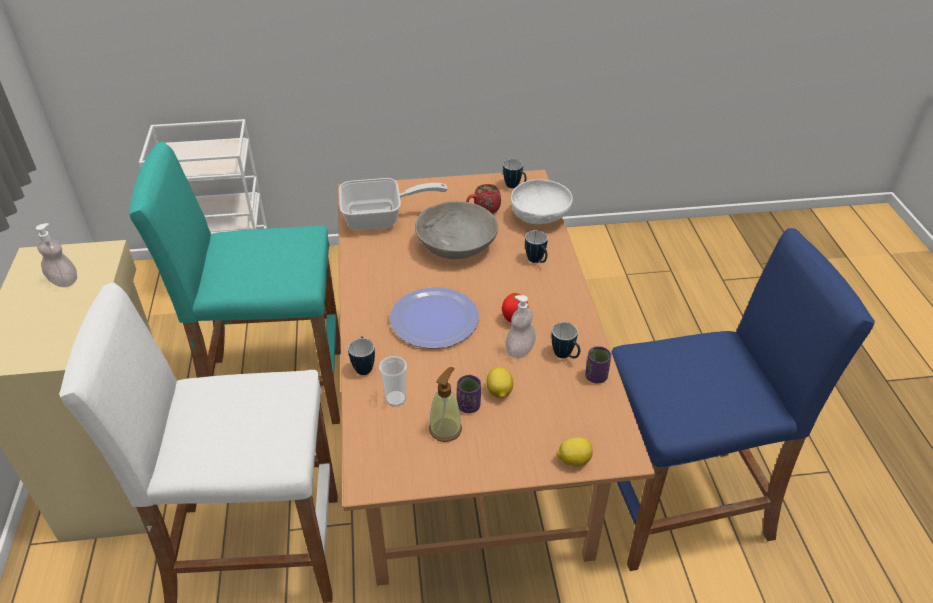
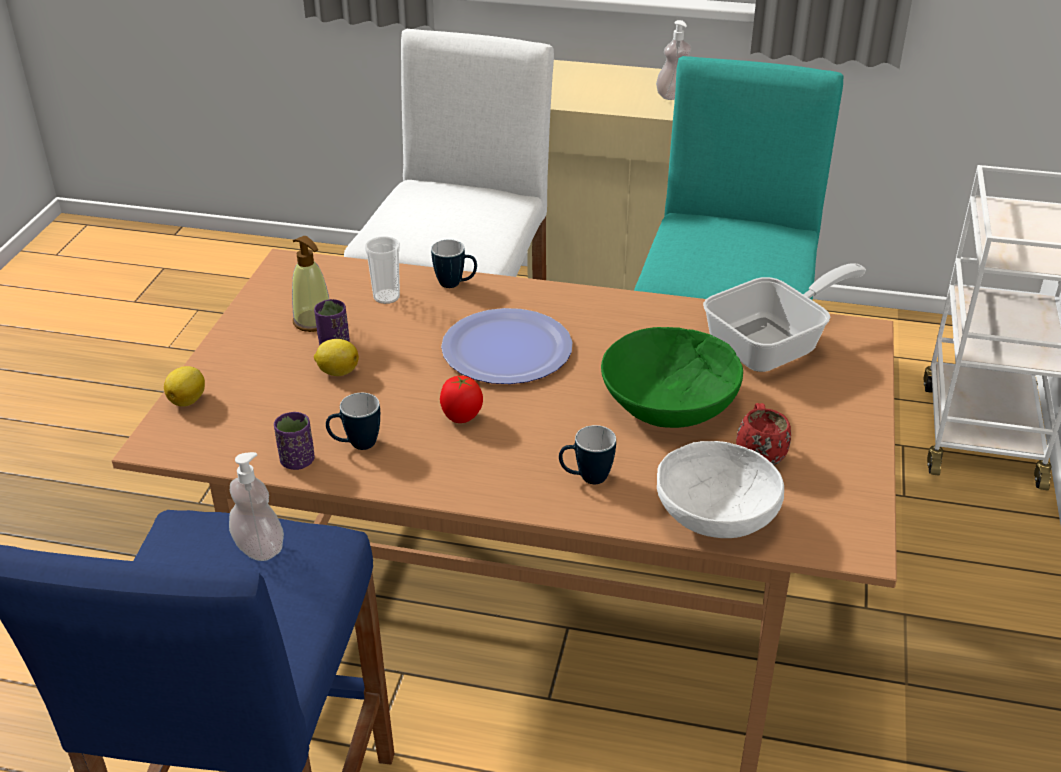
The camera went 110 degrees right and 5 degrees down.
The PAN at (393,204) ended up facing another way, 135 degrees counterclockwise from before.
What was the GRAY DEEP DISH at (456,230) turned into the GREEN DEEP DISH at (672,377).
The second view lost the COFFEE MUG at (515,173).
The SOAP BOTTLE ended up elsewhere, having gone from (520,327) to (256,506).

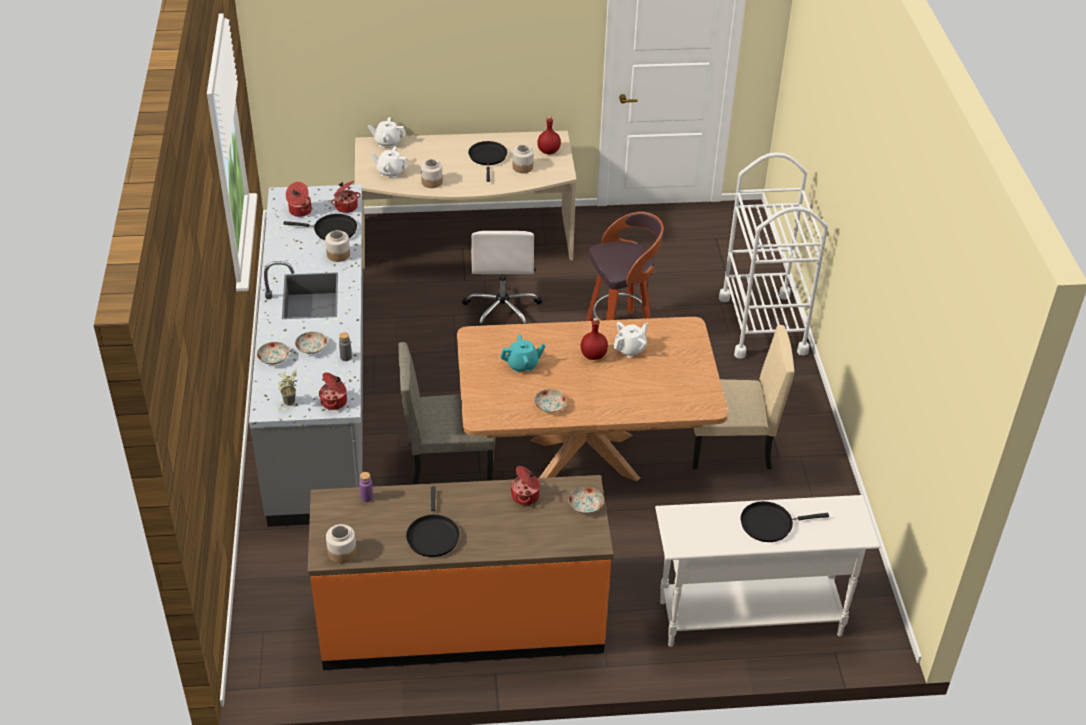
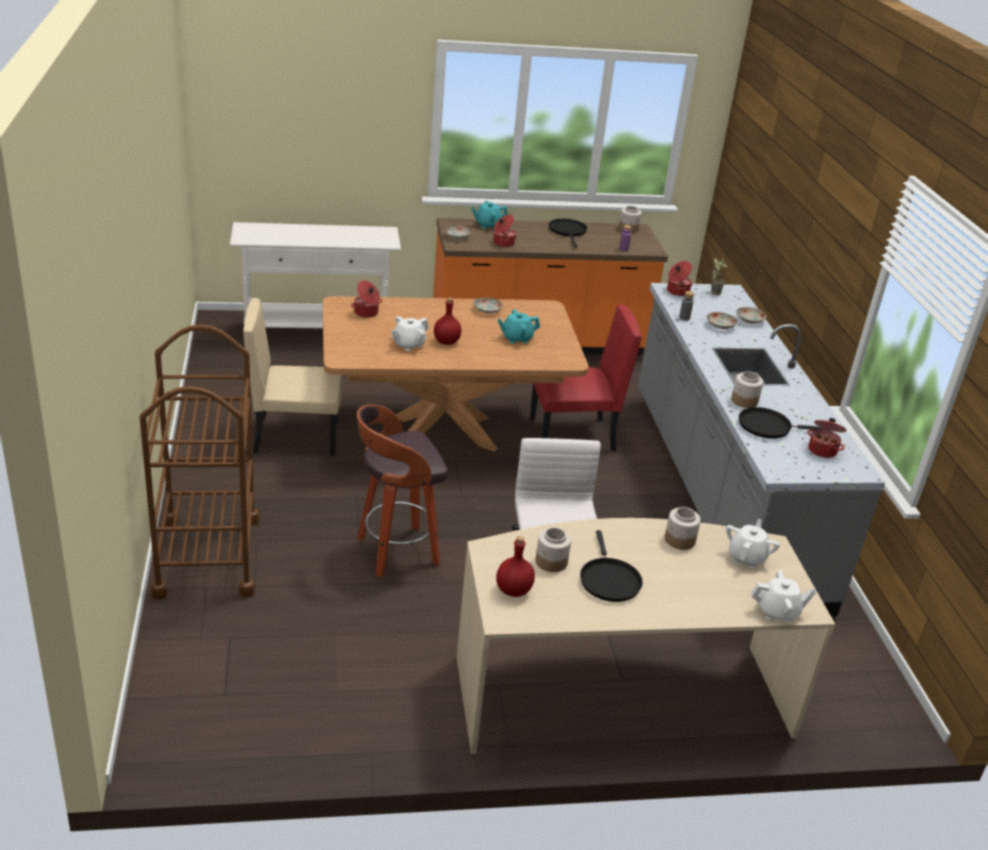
The camera went 175 degrees right and 10 degrees down.
The SAUCEPOT ended up elsewhere, having gone from (346,197) to (366,299).
The WHITE TEA POT at (390,162) ended up facing another way, 75 degrees counterclockwise from before.
What was the BEIGE-COLOURED CHAIR at (446,413) turned into the RED-COLOURED CHAIR at (586,377).
What was the WHITE WHEELED CART at (773,255) turned into the BROWNISH WHEELED CART at (200,462).
The second view lost the BLACK PAN at (785,521).
The second view gained the TURQUOISE TEA POT at (489,215).

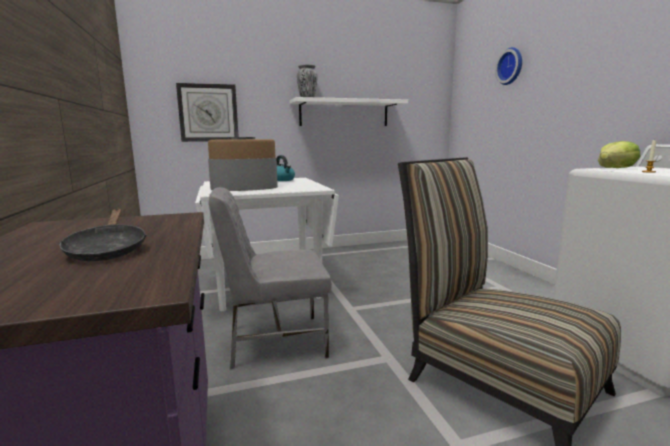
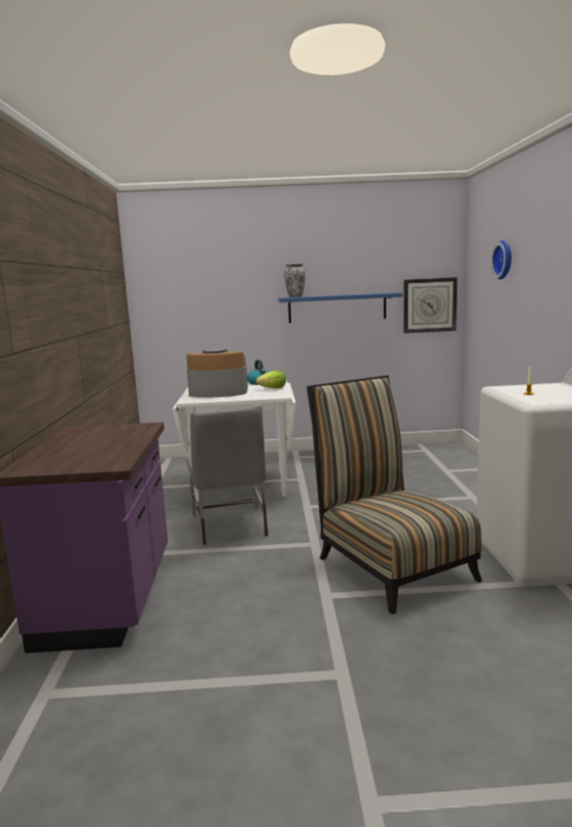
The camera went 15 degrees right and 0 degrees up.
The second view lost the BLACK PAN at (103,235).
The HANGING CLOCK ended up elsewhere, having gone from (207,112) to (430,305).
The GRAY CHAIR at (270,278) ended up facing another way, 105 degrees counterclockwise from before.
What was the WHITE BRACKET SHELF at (349,111) turned into the BLUISH BRACKET SHELF at (340,307).
The LETTUCE HEAD ended up elsewhere, having gone from (619,154) to (271,379).

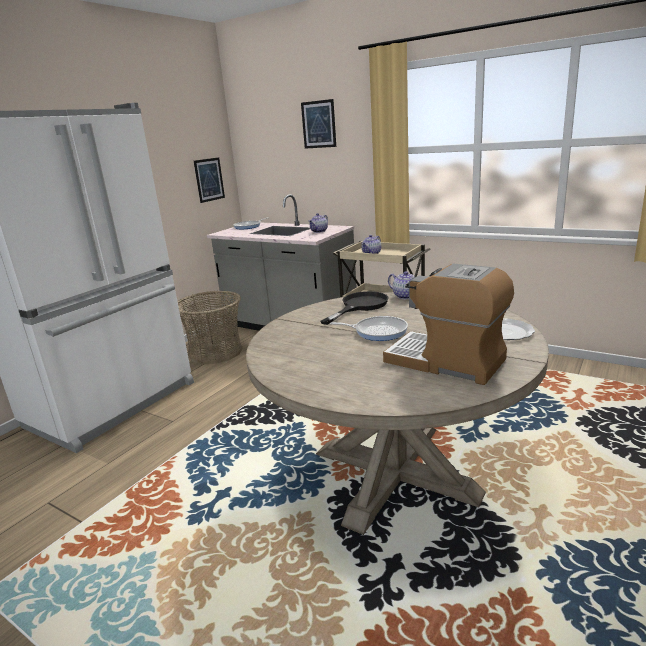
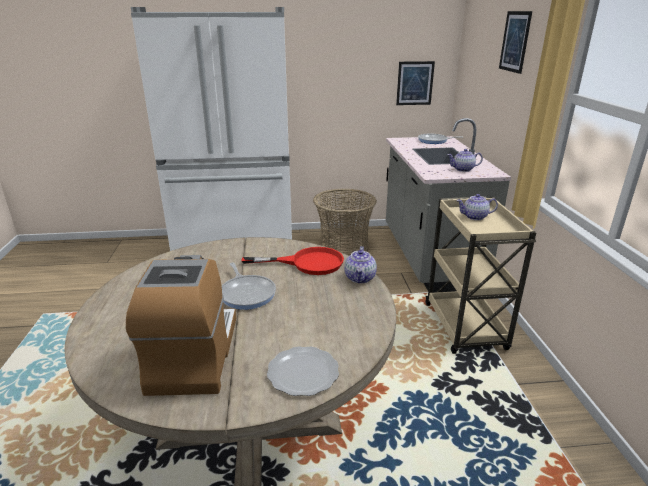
The camera went 50 degrees right and 5 degrees up.
What was the BLACK PAN at (354,308) turned into the RED-COLOURED PAN at (293,261).

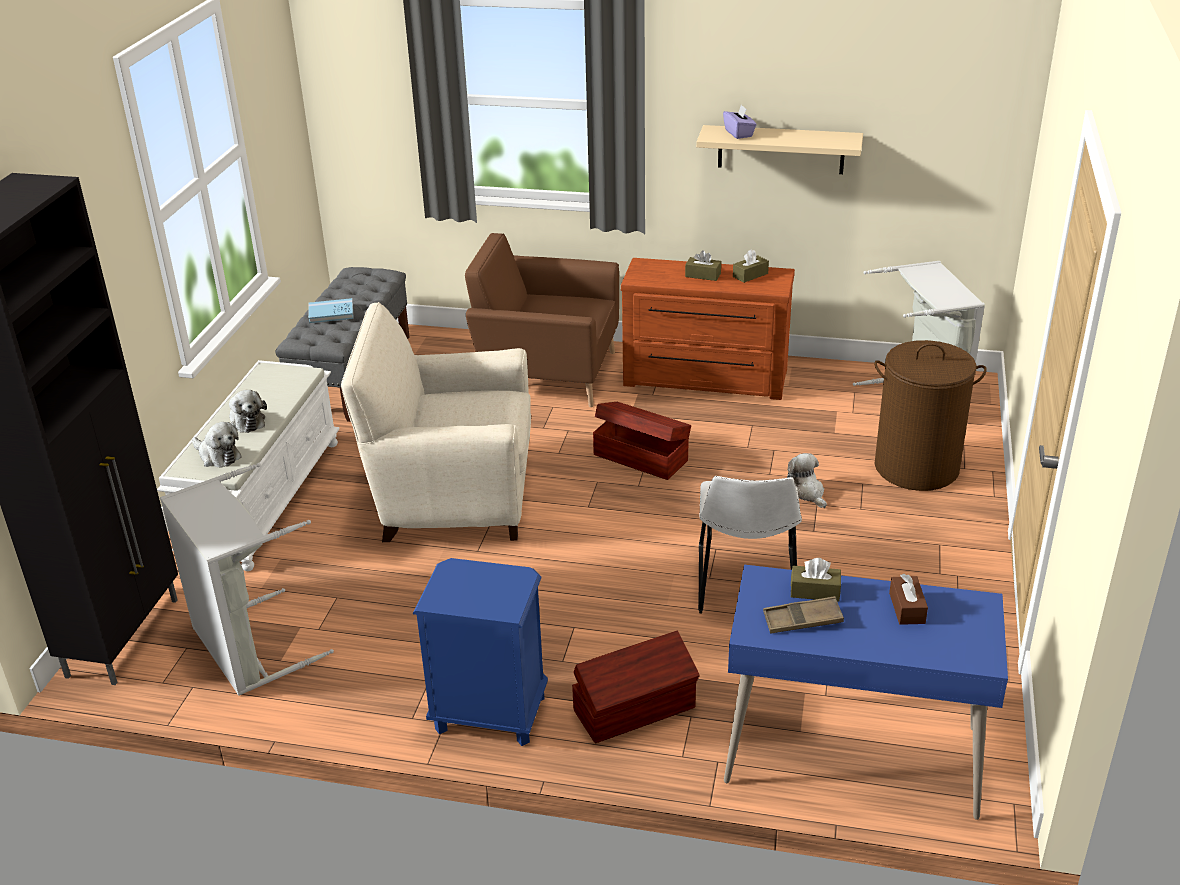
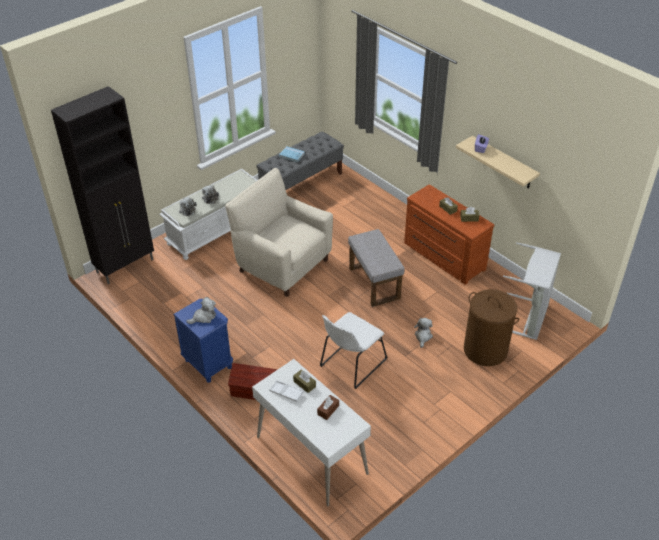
The camera went 35 degrees right and 10 degrees up.
The second view lost the GRAY WASHING BASKET at (247,579).
The second view lost the BROWNISH ARMCHAIR at (542,320).
Where the BROWNISH STORAGE BOX stood at (642,441), the GRAY OTTOMAN came to stand at (376,268).
What was the BLUISH DESK UNIT at (866,692) turned into the WHITE DESK UNIT at (311,433).
What was the BROWNISH TRAY at (803,614) turned into the WHITE TRAY at (286,391).
The second view gained the PLUSH TOY at (201,310).

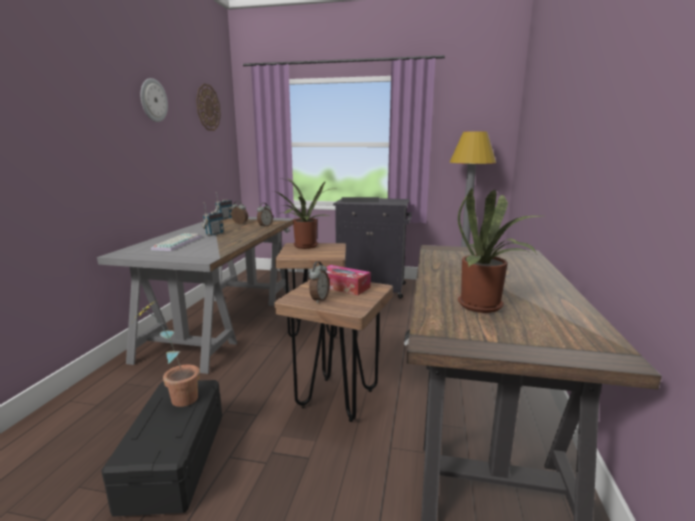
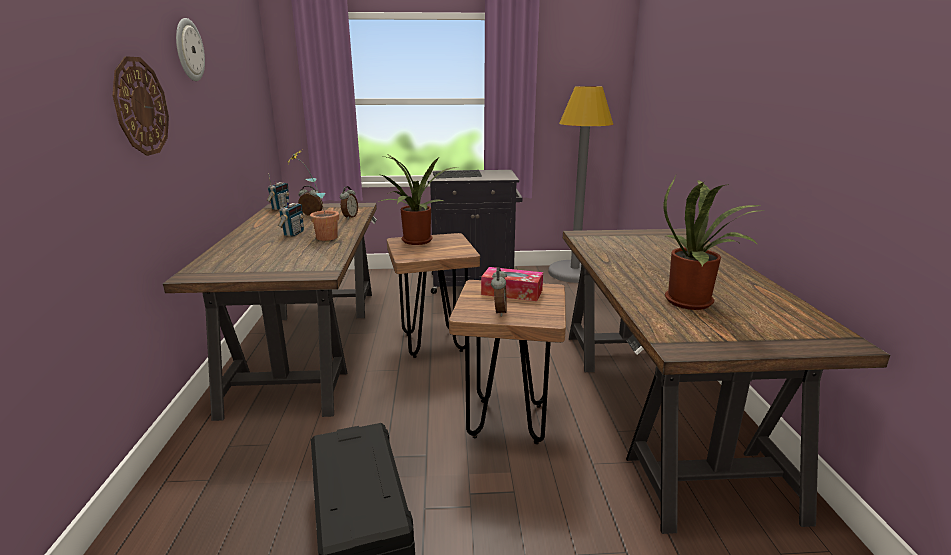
The camera went 15 degrees left and 5 degrees up.
What was the GRAY DESK UNIT at (195,295) turned into the BROWNISH DESK UNIT at (270,312).
The POTTED PLANT ended up elsewhere, having gone from (166,354) to (313,195).
The second view lost the KEYBOARD at (176,242).
The HANGING CLOCK ended up elsewhere, having gone from (208,107) to (141,106).

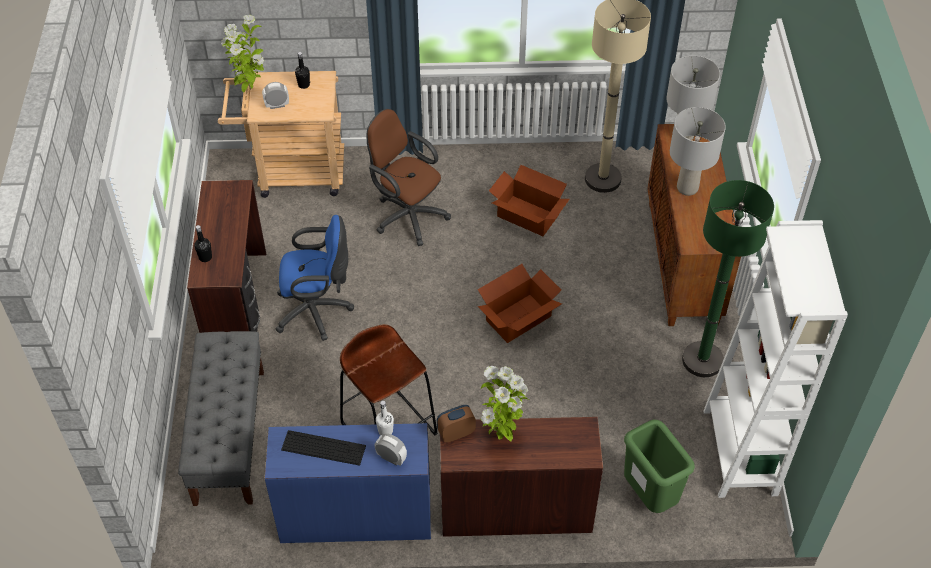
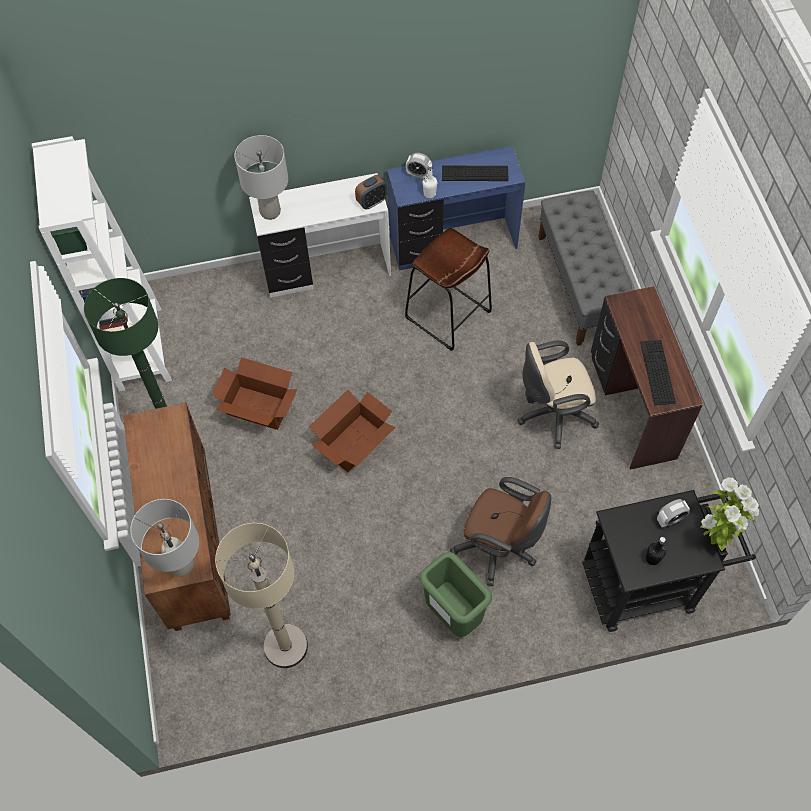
The camera went 170 degrees right and 10 degrees up.
The second view lost the BLACK DRINK BOTTLE at (203,243).
What was the BEIGE-COLOURED WHEELED CART at (281,134) turned into the BLACK WHEELED CART at (669,561).
What was the BLUISH OFFICE CHAIR at (315,278) turned into the BEIGE-COLOURED OFFICE CHAIR at (558,395).
What was the BROWNISH DESK UNIT at (521,477) turned into the WHITE DESK UNIT at (320,235).
The second view lost the POTTED PLANT at (505,404).
The CARTON ended up elsewhere, having gone from (529,200) to (254,393).
The GREEN TRASH CAN ended up elsewhere, having gone from (659,466) to (455,594).
The GRAY TABLE LAMP ended up elsewhere, having gone from (698,151) to (261,177).
The second view gained the KEYBOARD at (658,372).

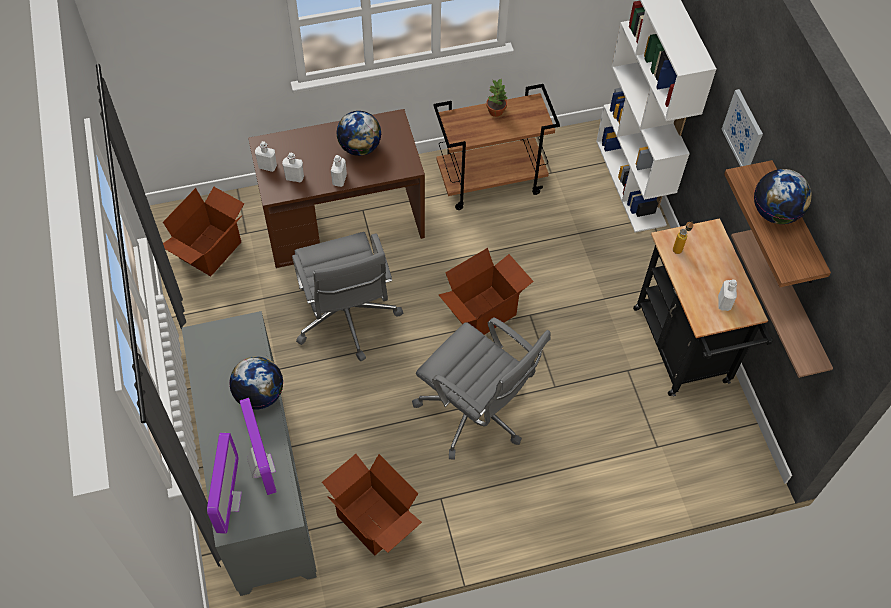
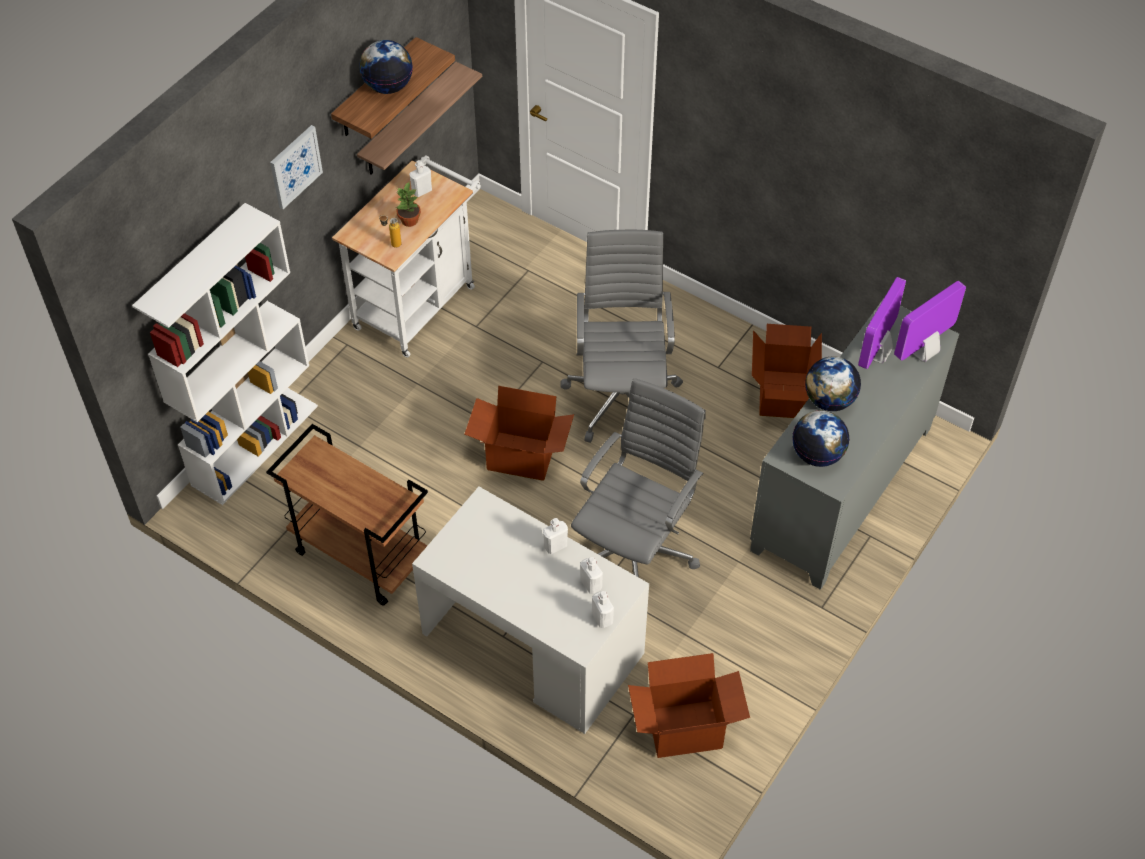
The camera went 130 degrees left and 5 degrees down.
What was the BROWNISH DESK UNIT at (336,188) turned into the WHITE DESK UNIT at (530,610).
The WORLD GLOBE ended up elsewhere, having gone from (358,133) to (820,438).
The POTTED PLANT ended up elsewhere, having gone from (496,97) to (408,205).
What was the BLACK WHEELED CART at (703,307) turned into the WHITE WHEELED CART at (406,256).

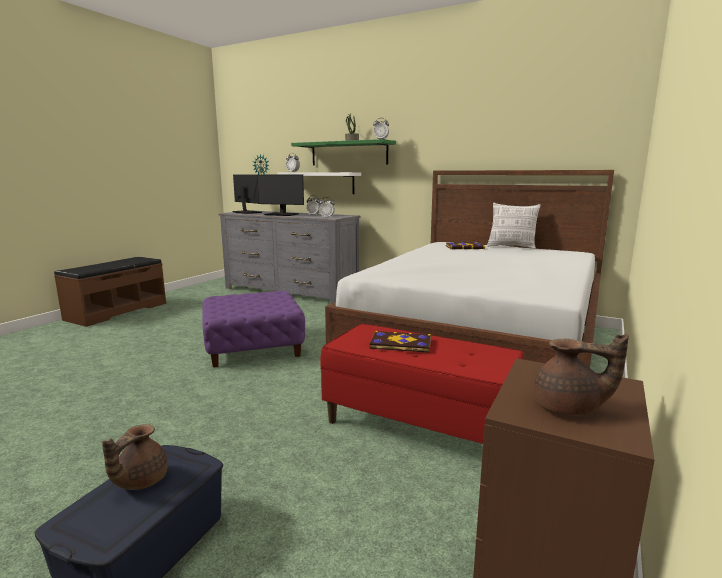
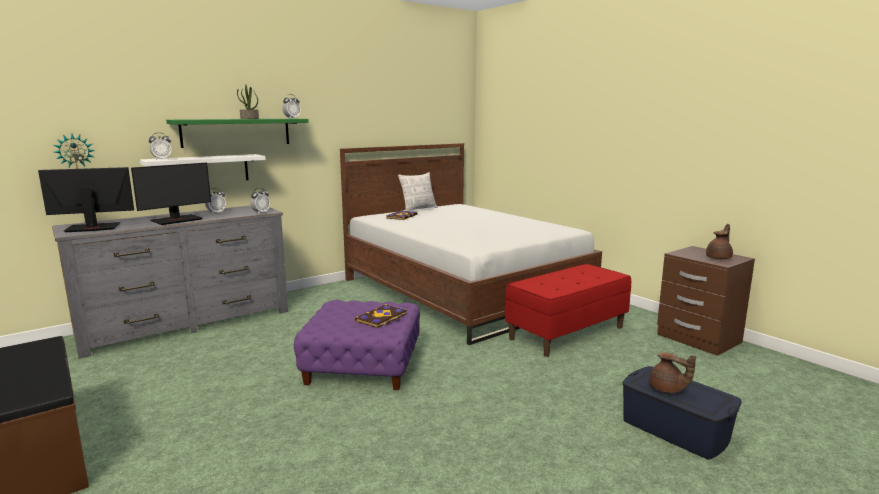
The camera went 65 degrees left and 0 degrees up.
The BOUND BOOK ended up elsewhere, having gone from (400,342) to (381,316).

